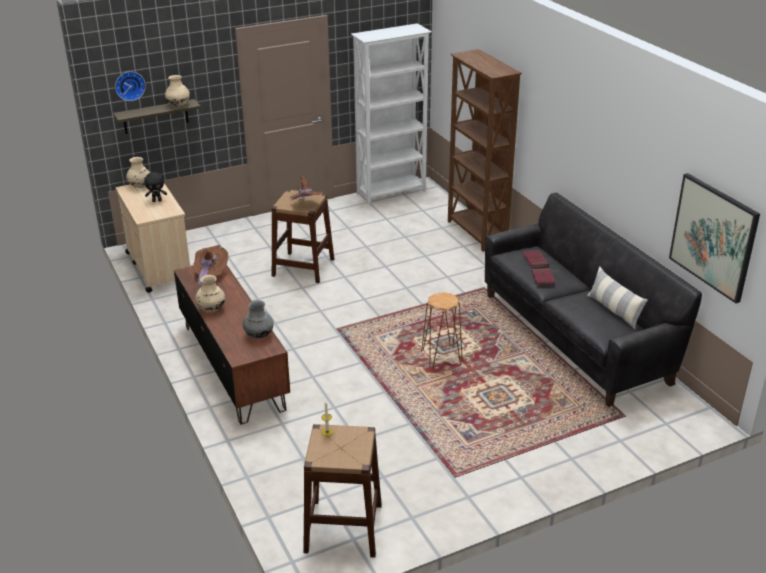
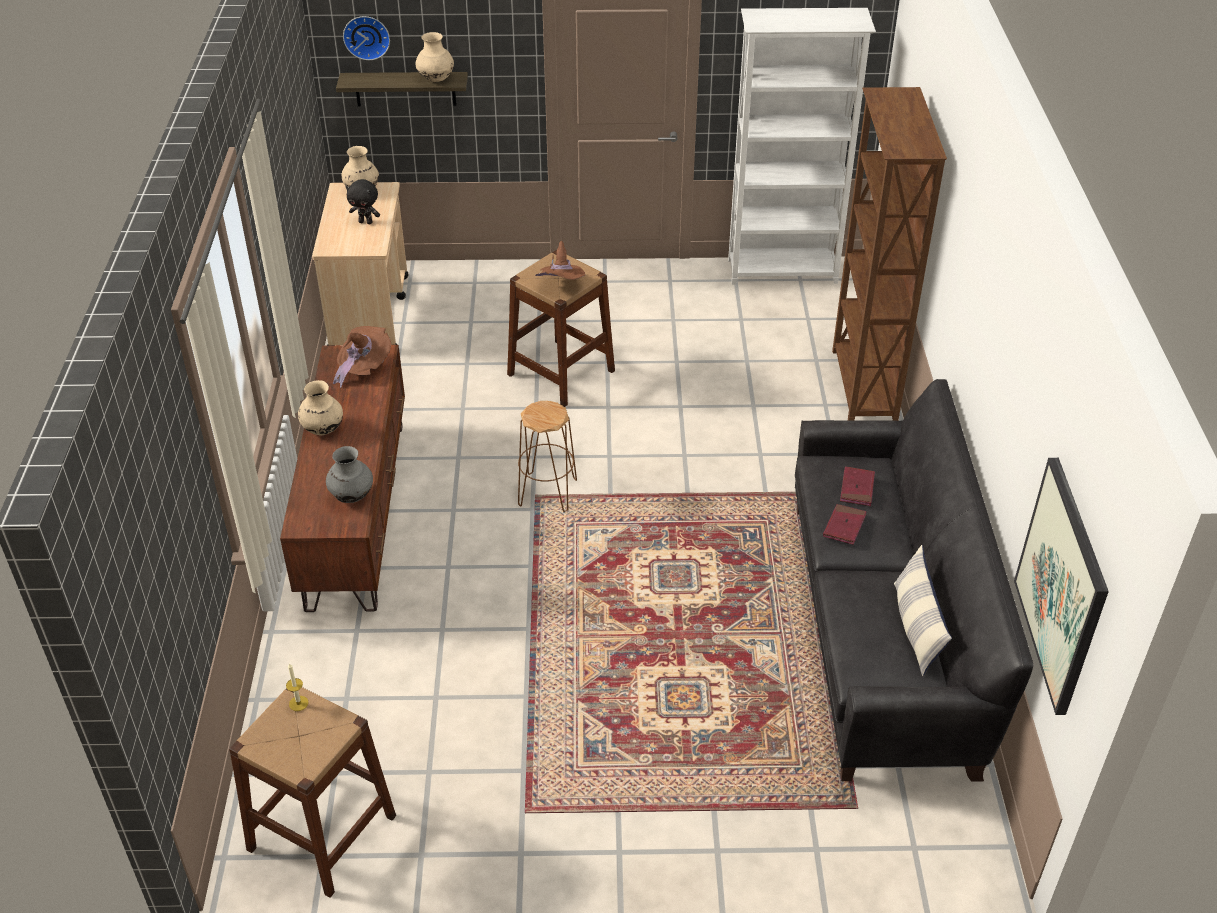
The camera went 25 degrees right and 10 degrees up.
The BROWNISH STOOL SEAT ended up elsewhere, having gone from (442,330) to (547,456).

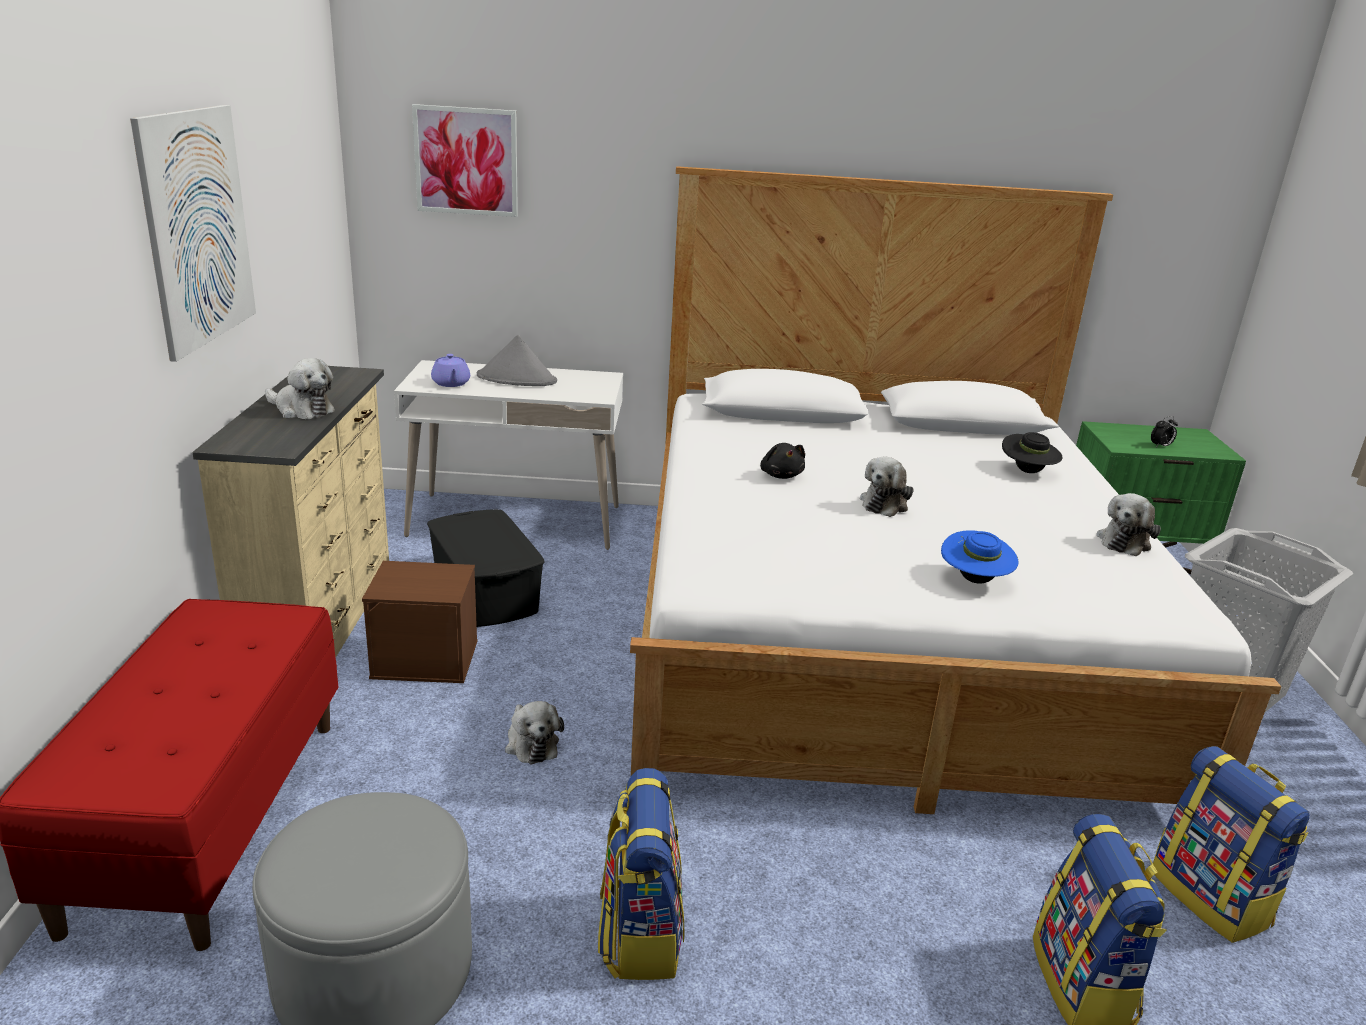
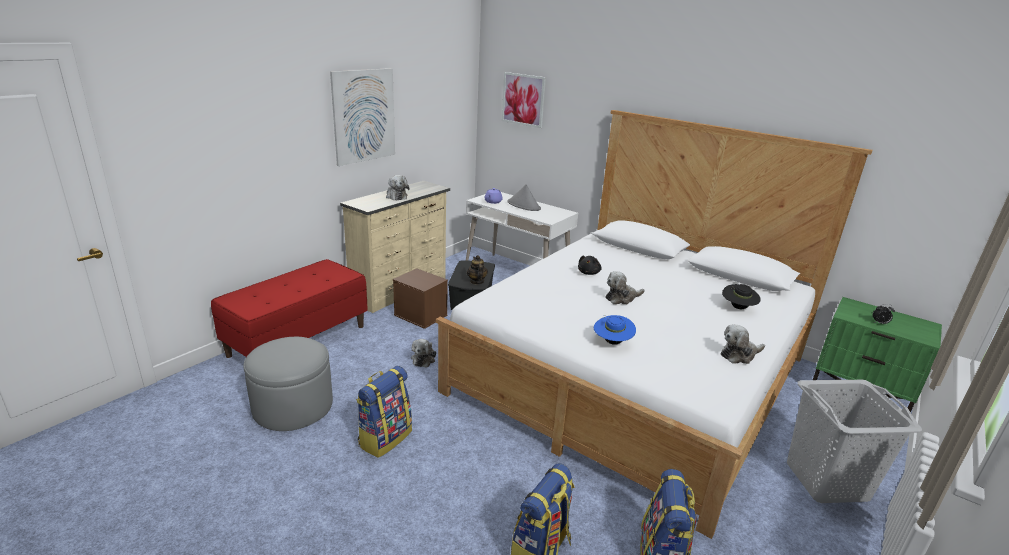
The camera went 35 degrees right and 0 degrees up.
The second view gained the TEA POT at (477,270).

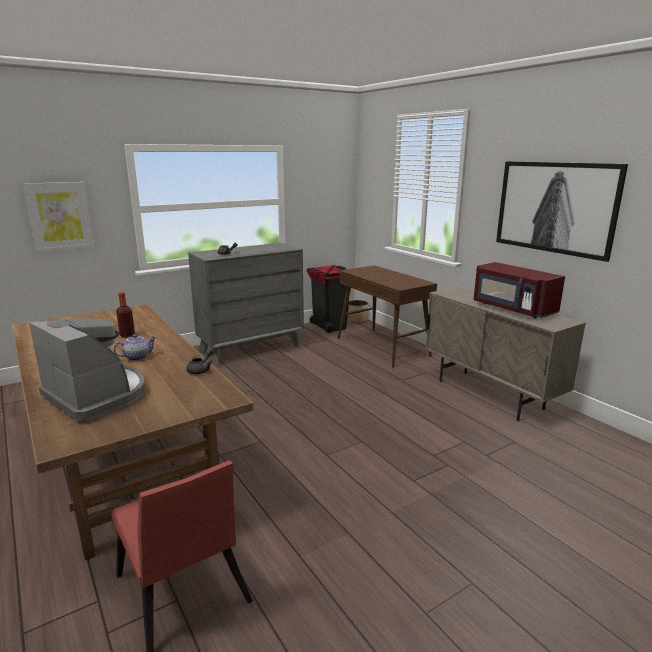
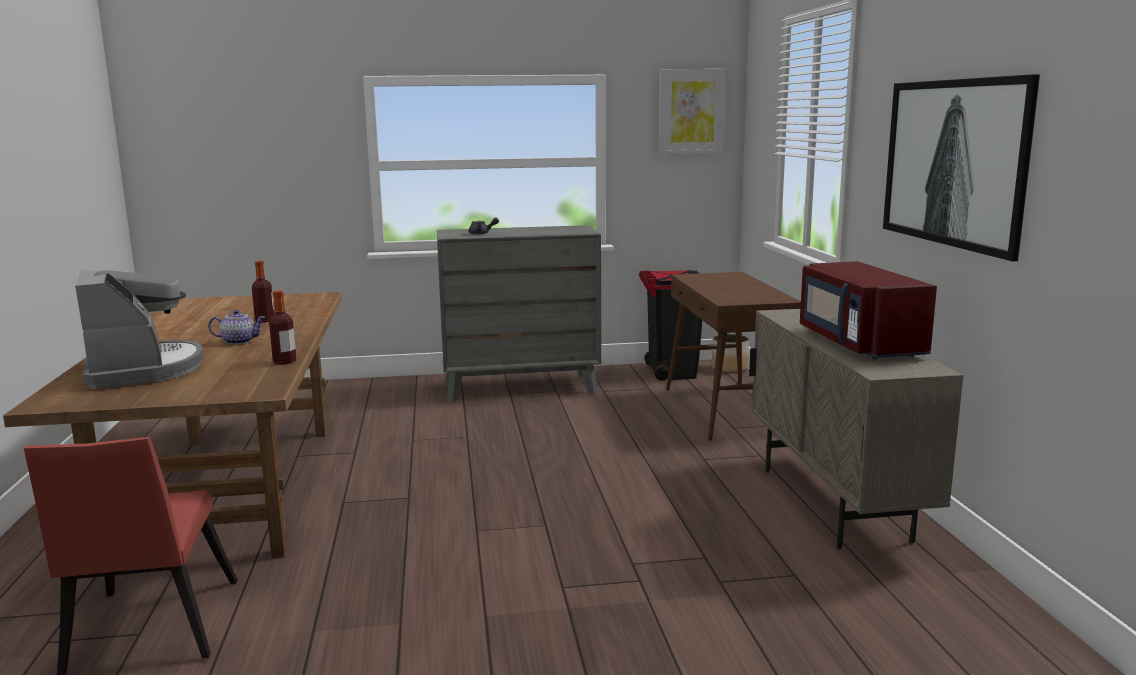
The camera went 25 degrees right and 5 degrees down.
The WALL PICTURE ended up elsewhere, having gone from (58,217) to (693,112).
Where the GRAY TEA POT stood at (200,361), the DRINK BOTTLE came to stand at (282,327).

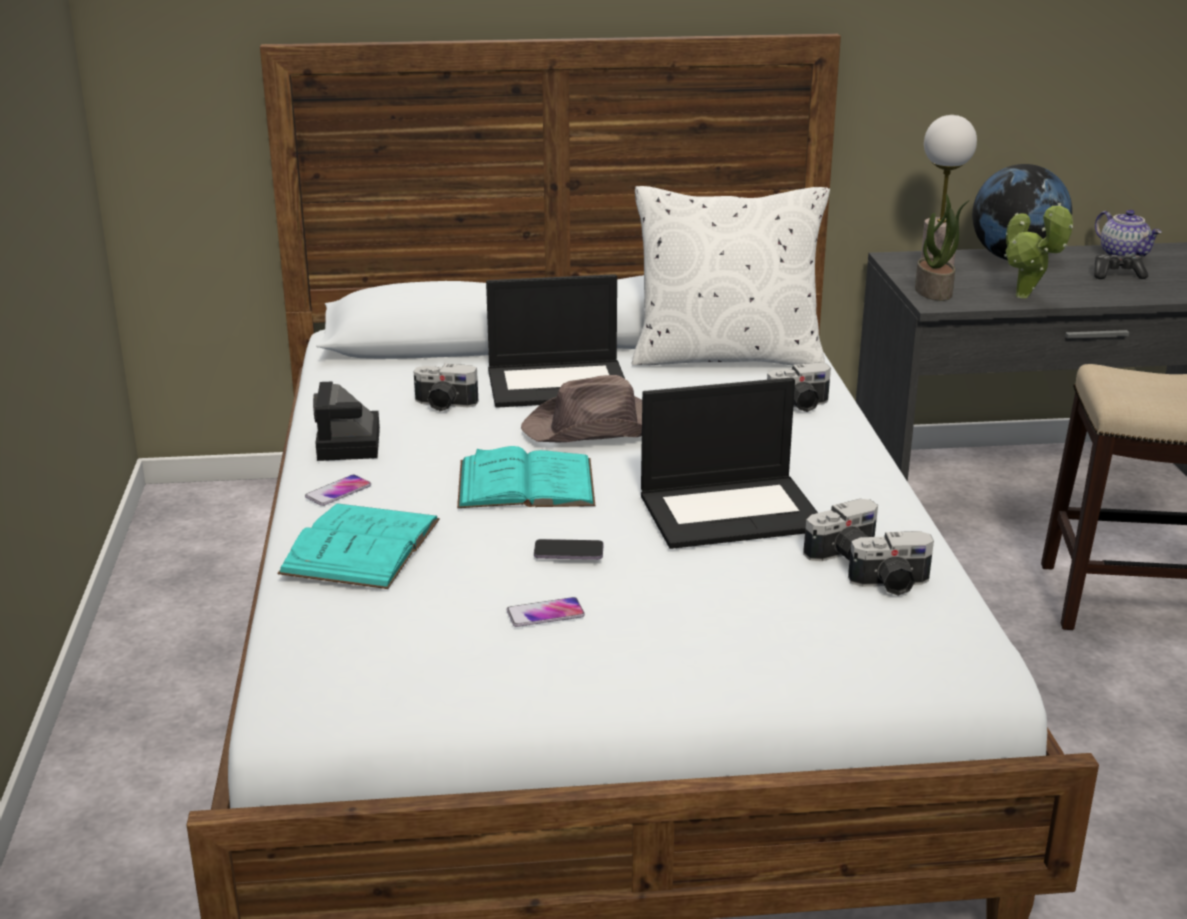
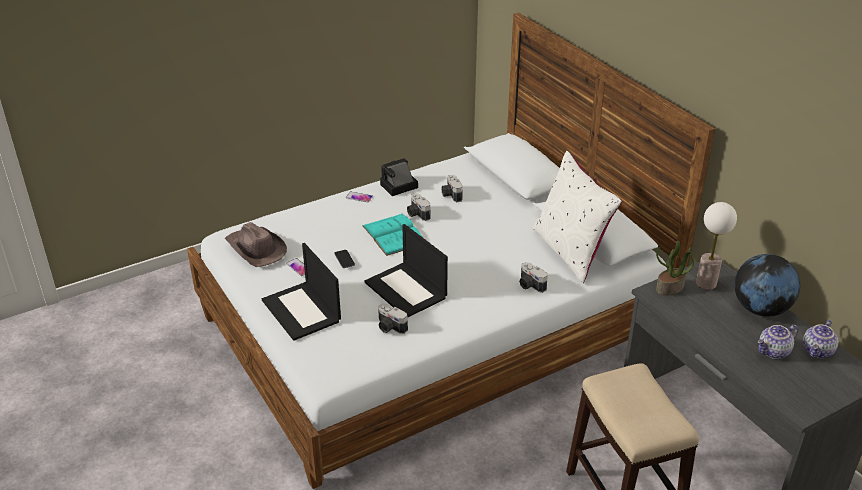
The camera went 65 degrees right and 10 degrees up.
The second view lost the TURQUOISE BOUND BOOK at (358,546).
The PORTABLE COMPUTER ended up elsewhere, having gone from (555,341) to (301,292).
The BROWNISH CLOTHING HAT ended up elsewhere, having gone from (581,409) to (256,244).
The PHOTO CAMERA ended up elsewhere, having gone from (891,563) to (419,207).
The second view lost the POTTED PLANT at (1038,250).
Where the GAMEPAD stood at (1121,266), the TEA POT came to stand at (777,342).

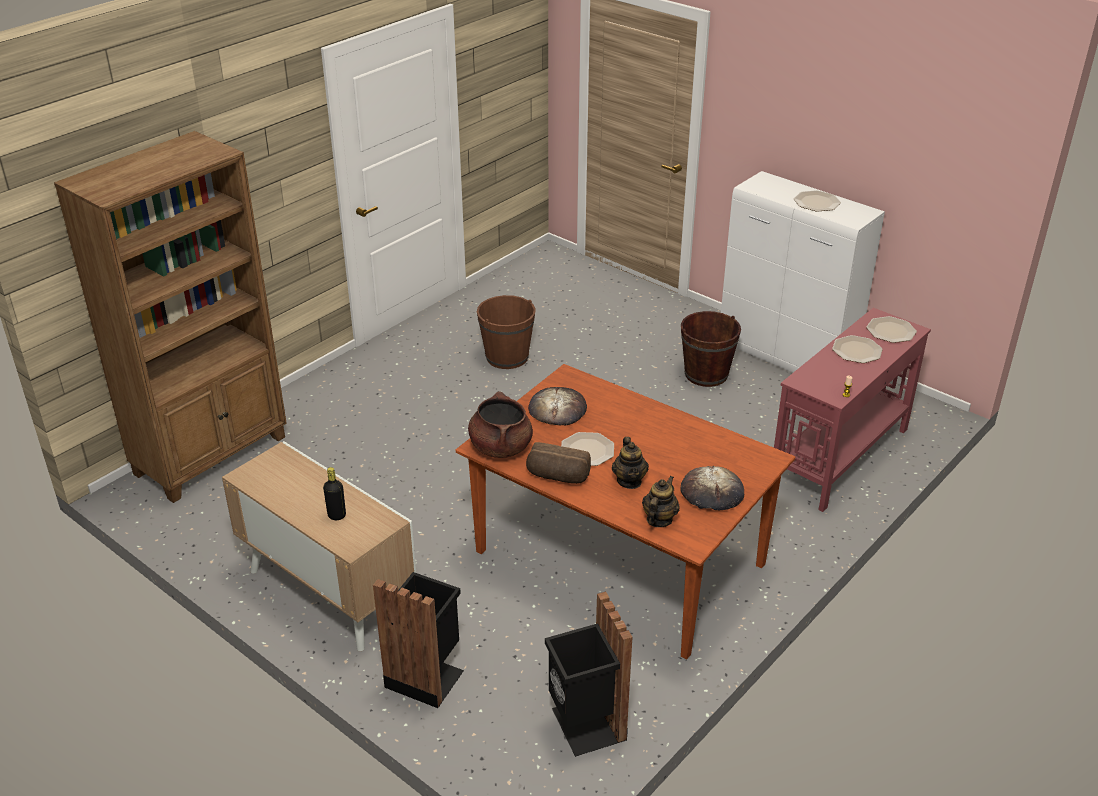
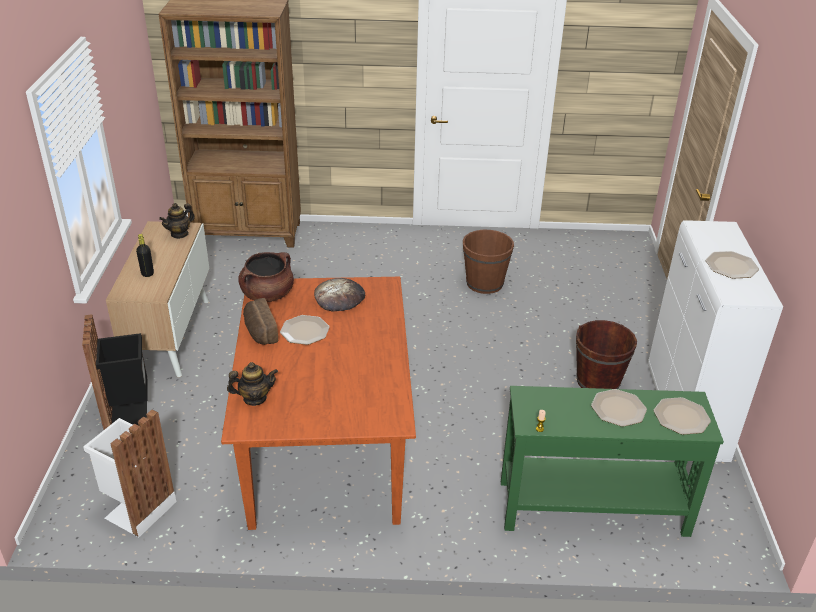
The camera went 50 degrees right and 0 degrees up.
What was the BLACK TRASH CAN at (588,674) turned into the WHITE TRASH CAN at (129,473).
The TEA POT ended up elsewhere, having gone from (630,463) to (177,221).
The second view lost the BAKERY BREAD at (712,488).
What was the RED-COLOURED CONSOLE TABLE at (852,410) turned into the GREEN CONSOLE TABLE at (612,461).

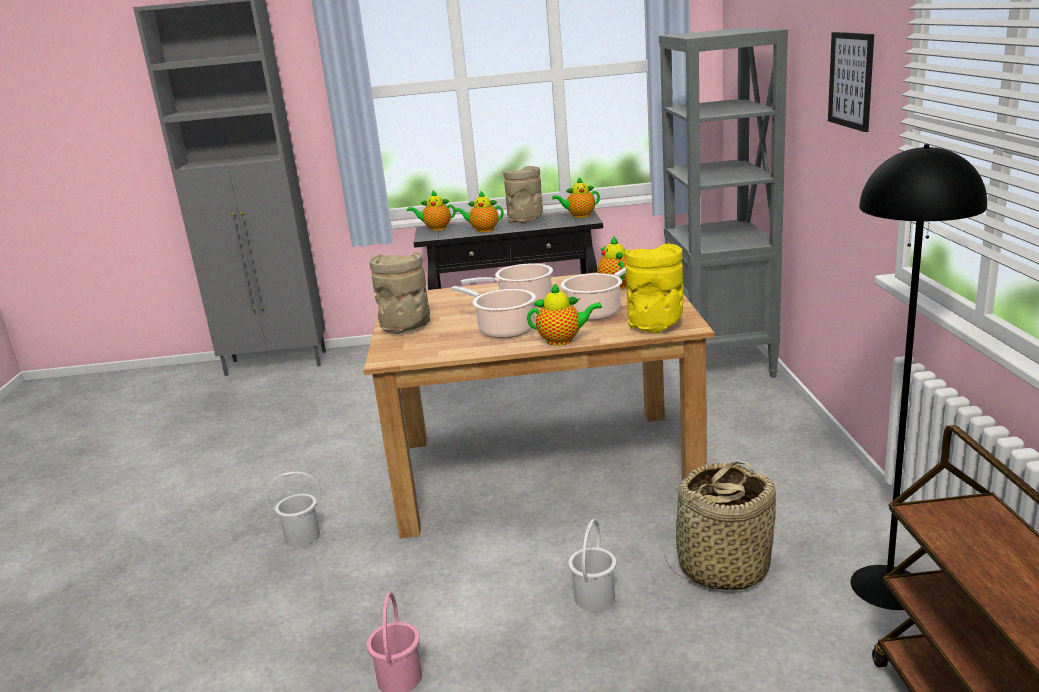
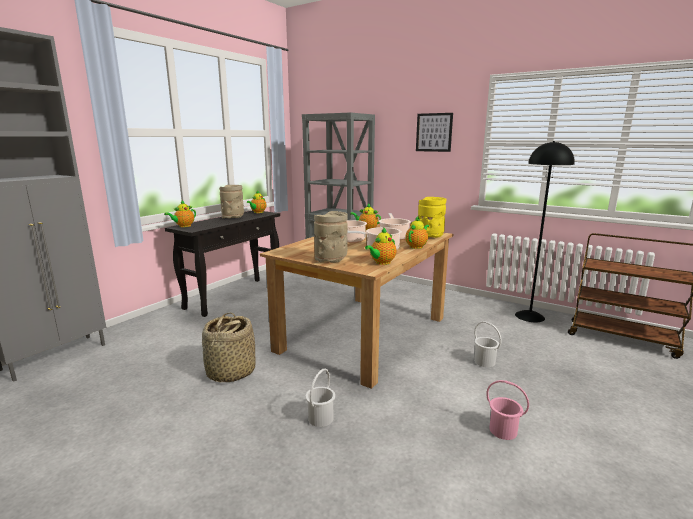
The camera went 55 degrees left and 5 degrees down.
The TEA POT ended up elsewhere, having gone from (478,211) to (380,246).
The STORAGE BASKET ended up elsewhere, having gone from (720,525) to (229,347).

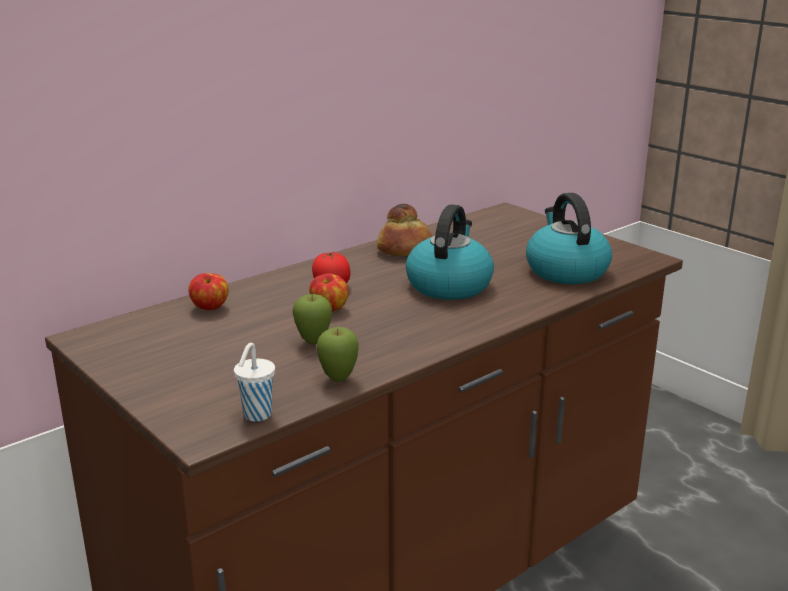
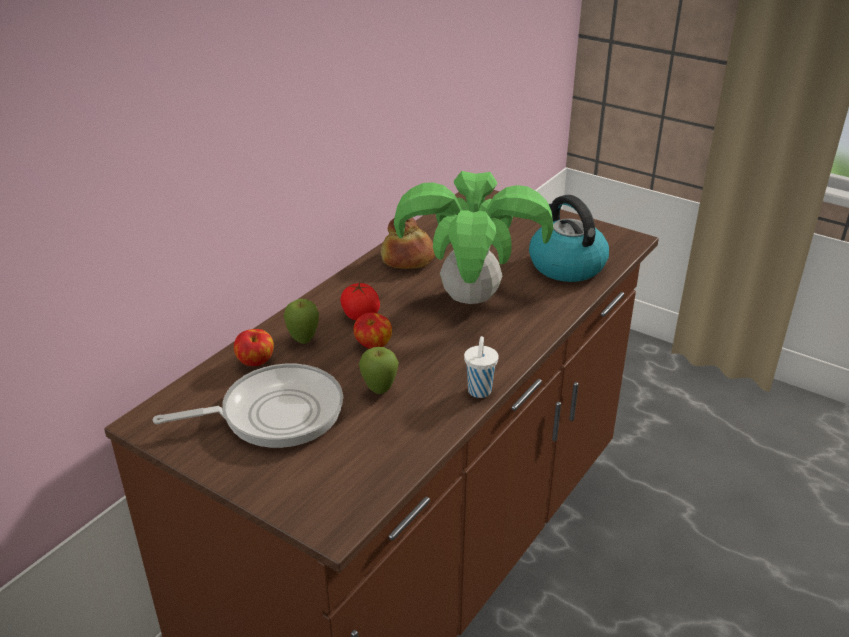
The camera went 15 degrees left and 10 degrees up.
The WHITE DRINKING CUP ended up elsewhere, having gone from (254,382) to (481,367).
The APPLE FRUIT ended up elsewhere, having gone from (338,354) to (301,321).
Where the TEA KETTLE stood at (450,252), the POTTED PLANT came to stand at (473,237).
The second view gained the PAN at (248,406).

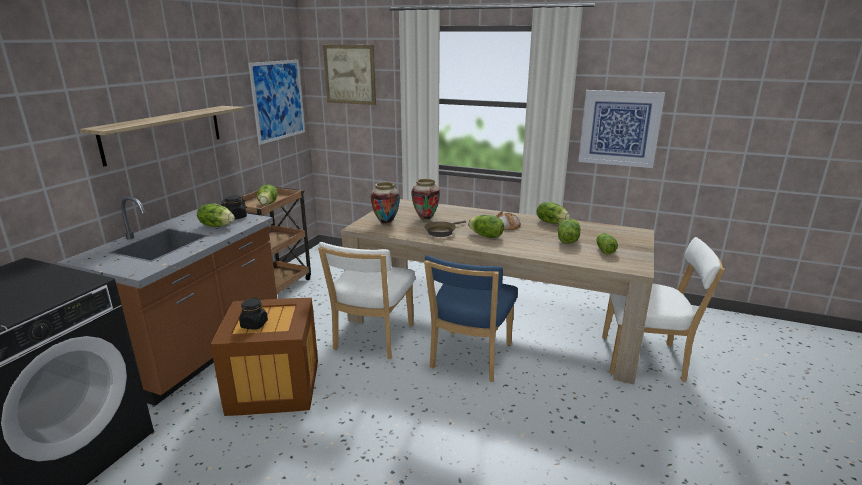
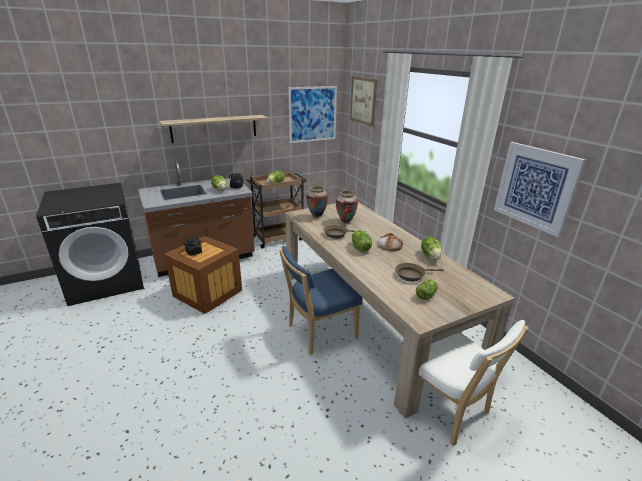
The camera went 40 degrees right and 5 degrees up.
The second view lost the WHITE CHAIR at (366,300).
Where the LETTUCE HEAD stood at (569,231), the BROWNISH PAN came to stand at (419,272).

